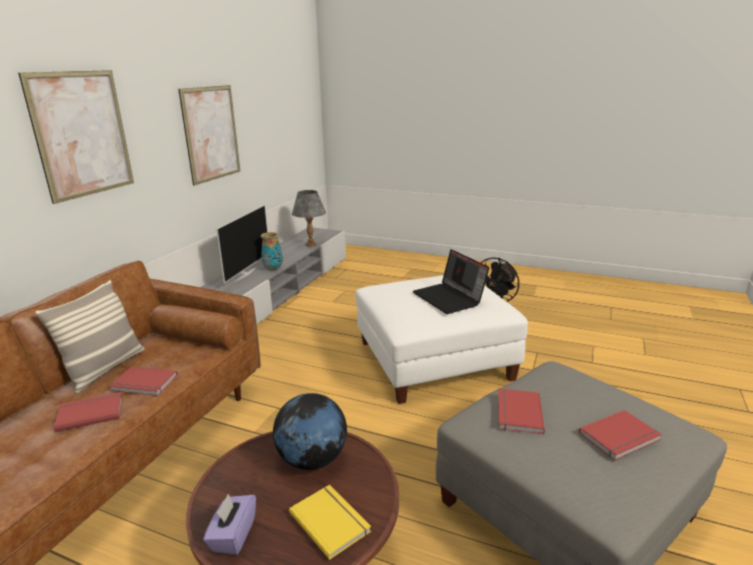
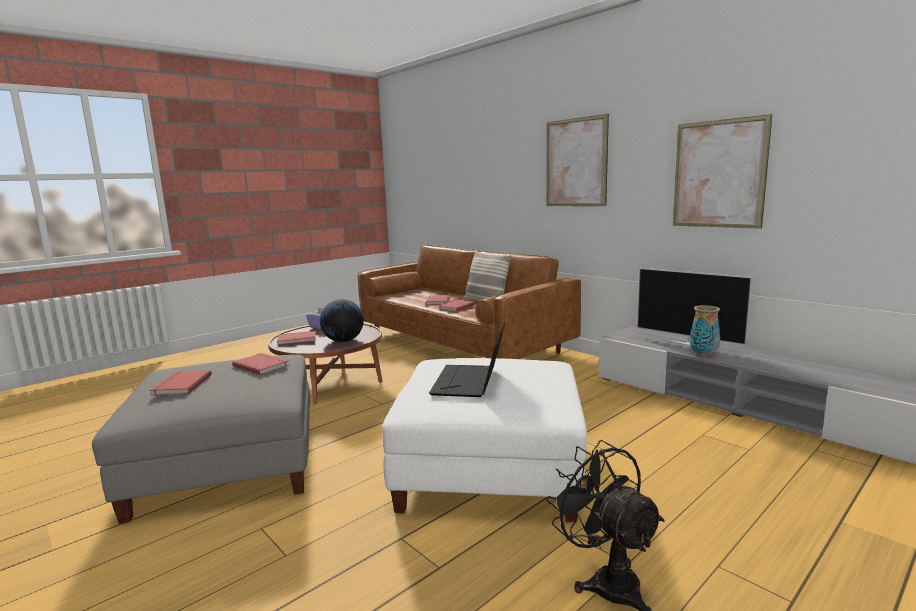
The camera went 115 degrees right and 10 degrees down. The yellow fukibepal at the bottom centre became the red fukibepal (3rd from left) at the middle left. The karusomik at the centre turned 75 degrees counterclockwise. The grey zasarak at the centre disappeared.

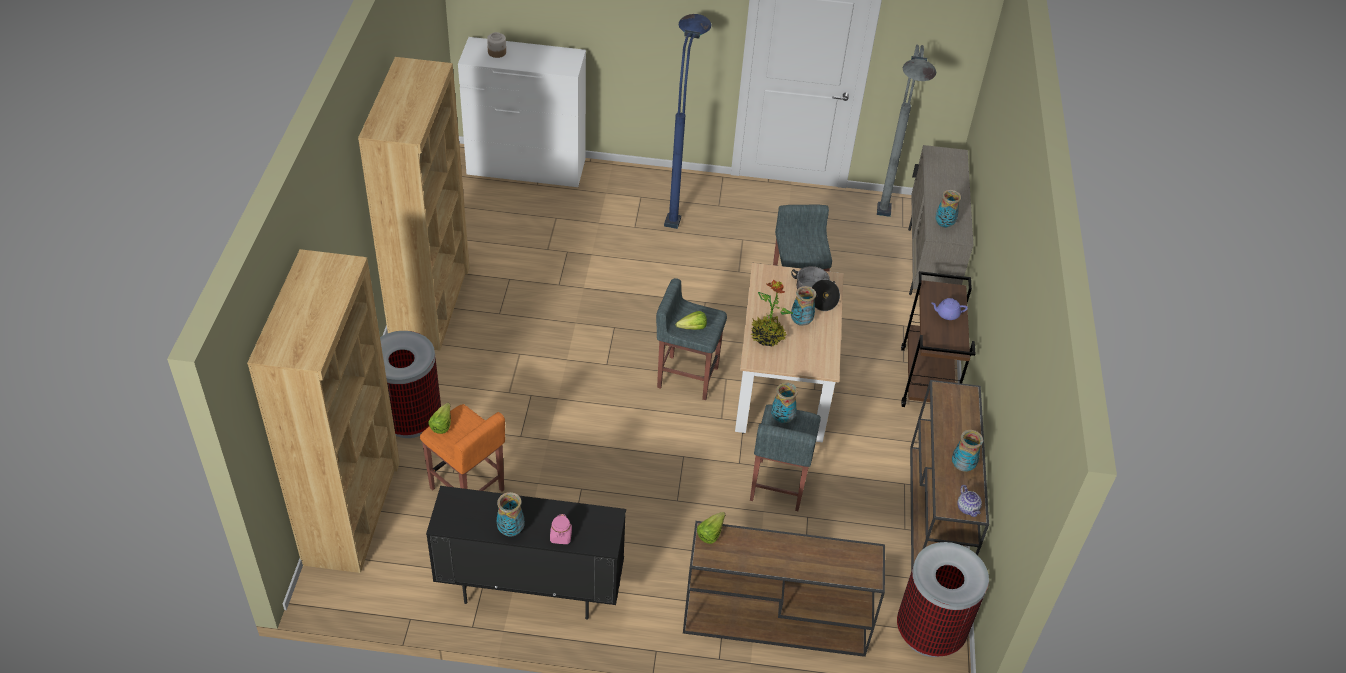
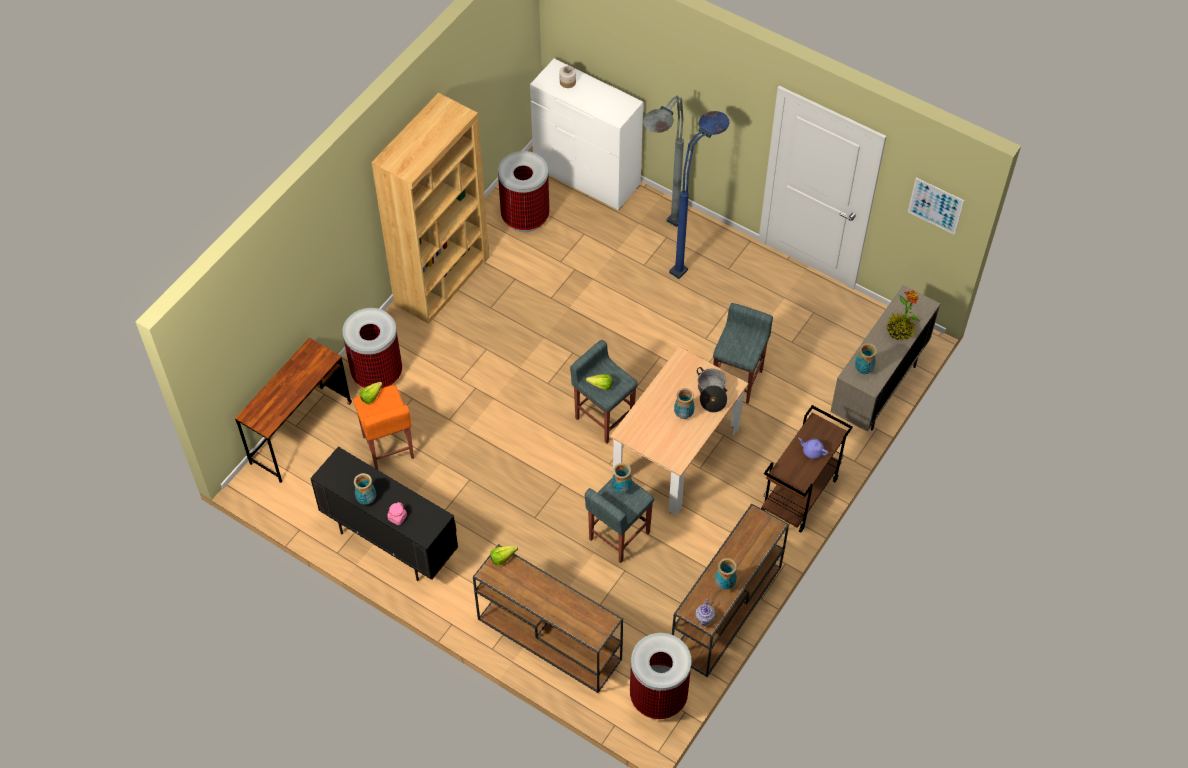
The camera went 30 degrees right and 10 degrees up. The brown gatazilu (1st from left) at the middle left was replaced by the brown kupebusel at the middle left. The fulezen (2nd from left) at the top centre appeared. The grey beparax moved from the top right to the top centre. The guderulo moved from the centre to the middle right. The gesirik at the top right appeared.

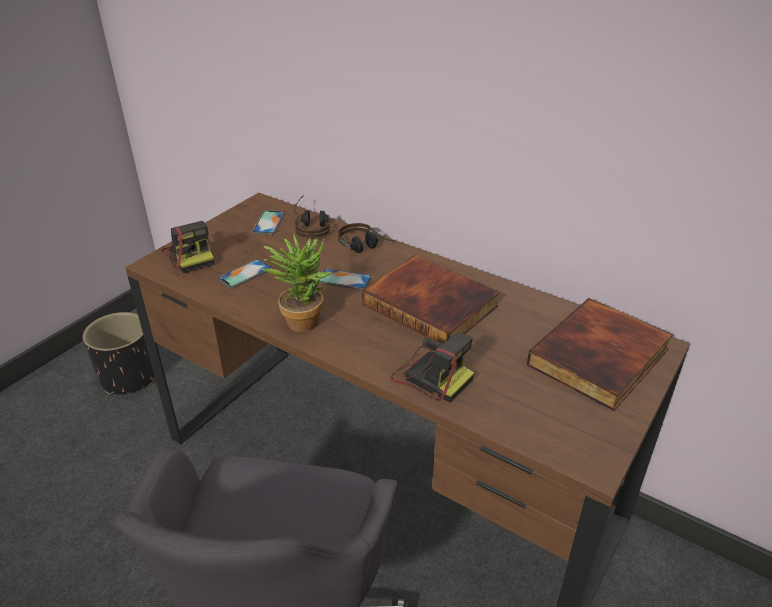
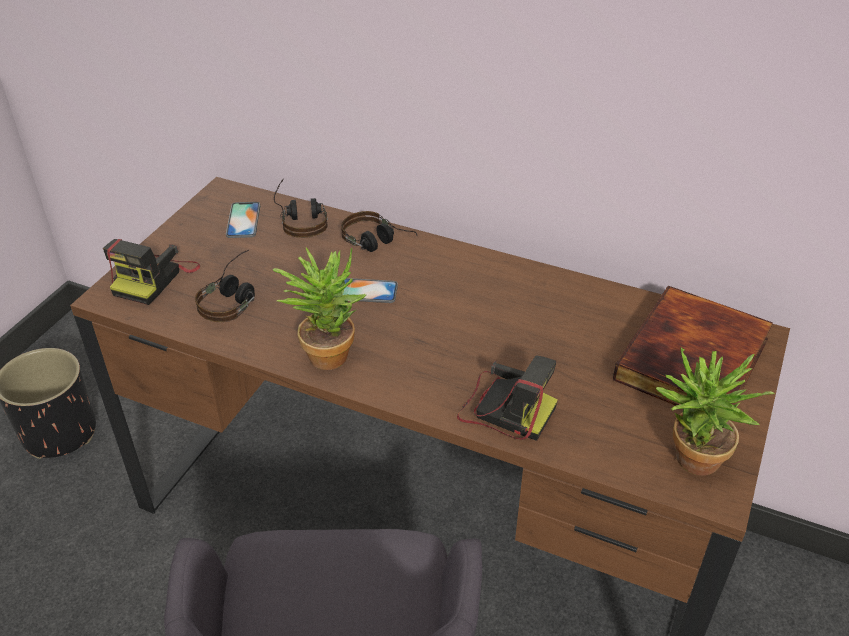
The camera went 10 degrees left and 5 degrees up. The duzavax (1st from left) at the middle left turned 60 degrees clockwise. The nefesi (1st from left) at the middle left was replaced by the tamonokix (1st from left) at the middle left. The guderulo (2nd from left) at the middle right appeared. The fukibepal (1st from left) at the centre disappeared.

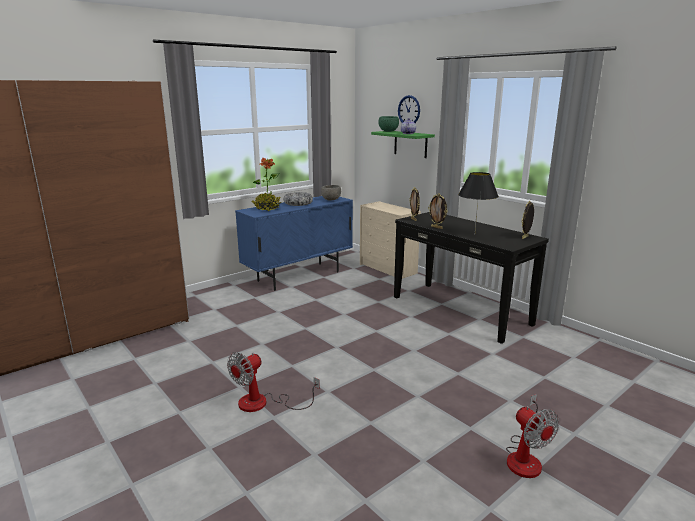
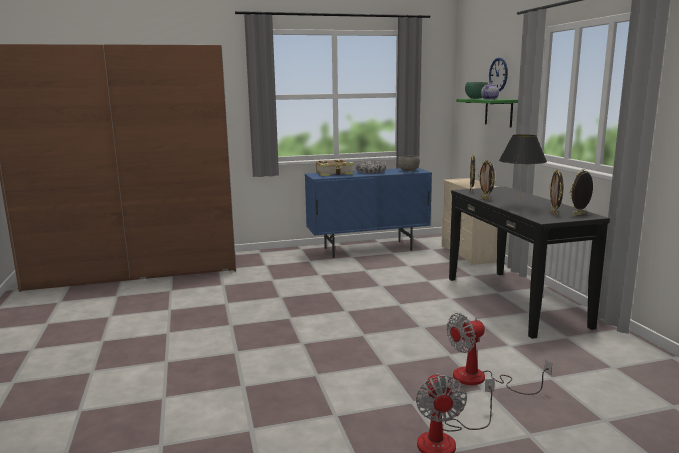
The camera went 25 degrees right and 5 degrees down. The guderulo at the centre was replaced by the fukibepal at the centre. The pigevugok (1st from left in the first image) moved from the bottom centre to the bottom right. The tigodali (3rd from left) at the middle right appeared.

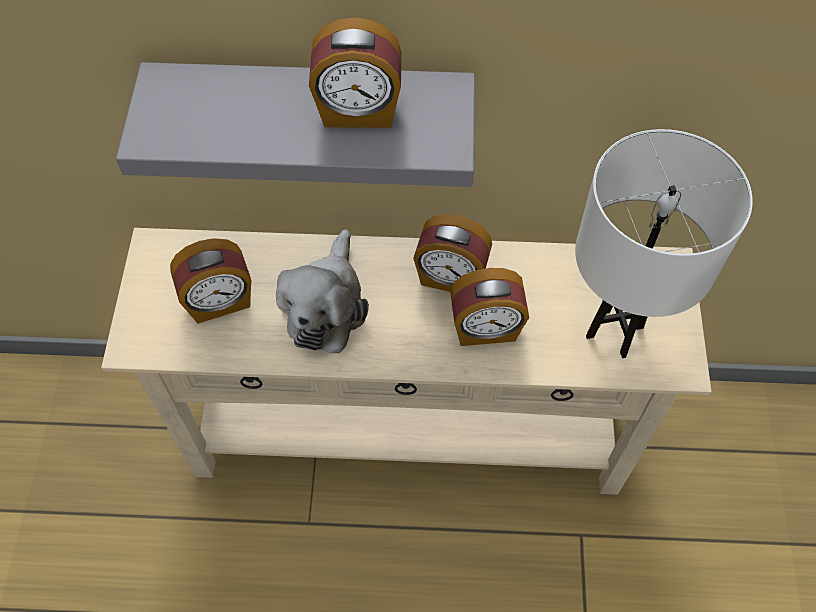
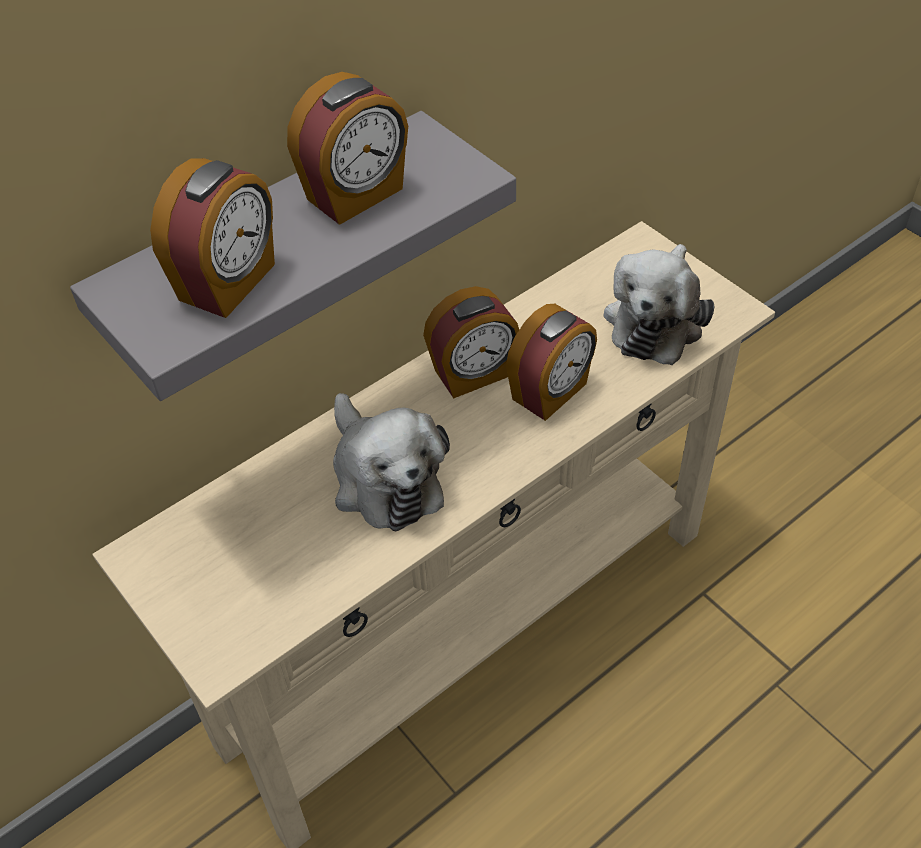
The camera went 40 degrees left and 10 degrees down. The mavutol (1st from left) moved from the middle left to the top left. The white zasarak at the middle right was replaced by the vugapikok (2nd from left) at the middle right.

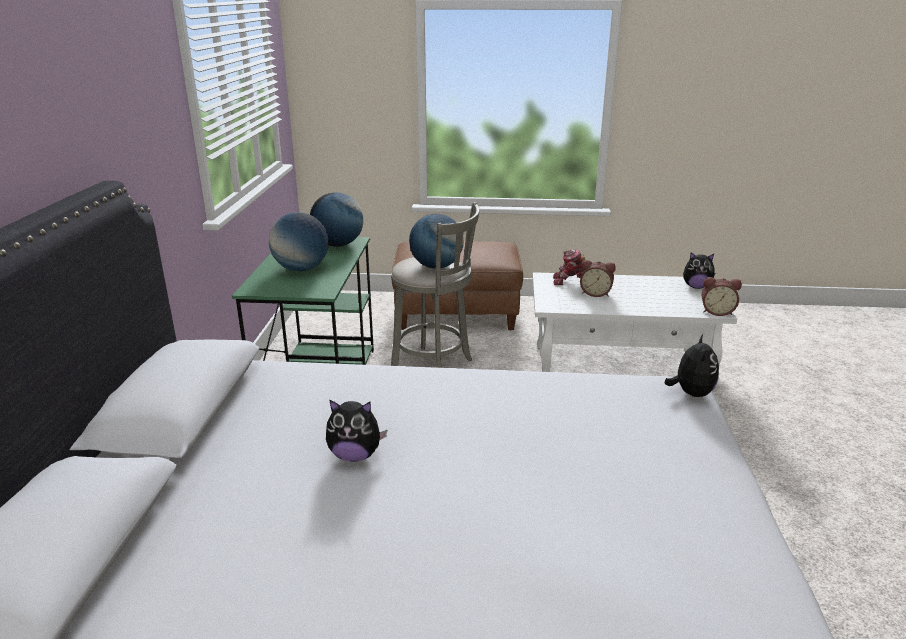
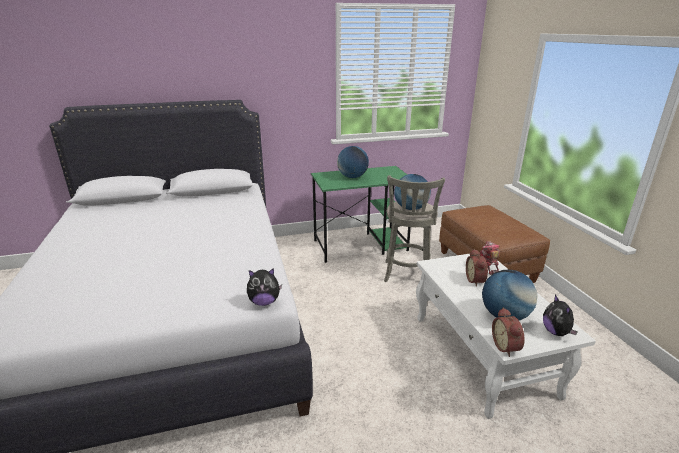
The camera went 70 degrees right and 0 degrees up. The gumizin (2nd from left in the first image) moved from the centre to the middle right. The vugapikok (1st from left) at the bottom centre disappeared.

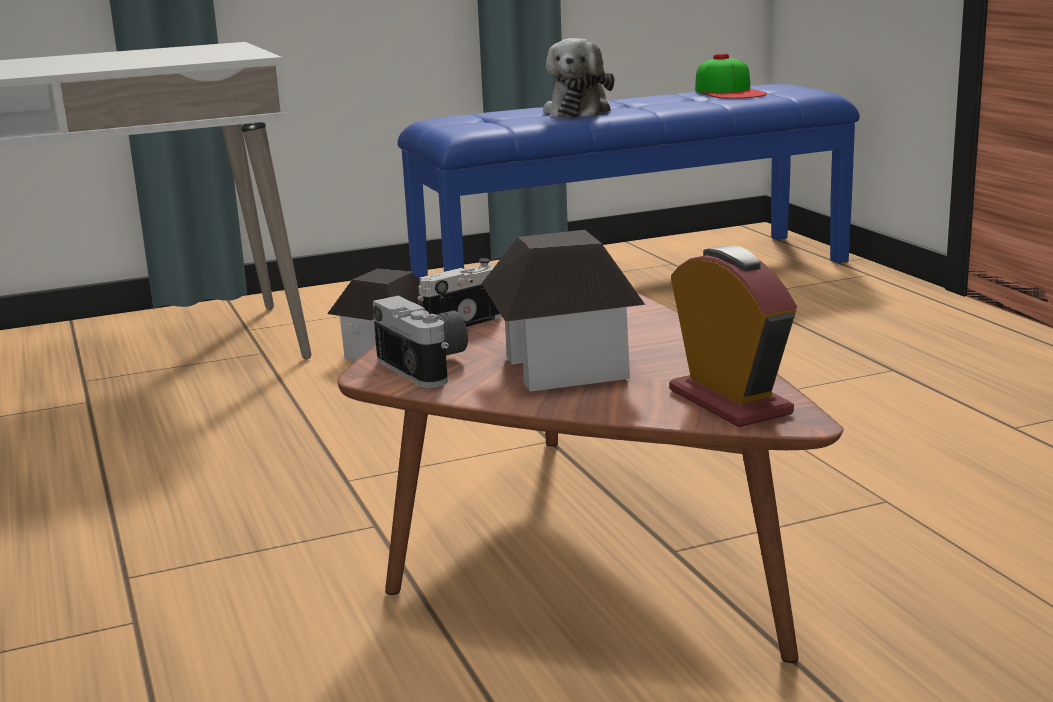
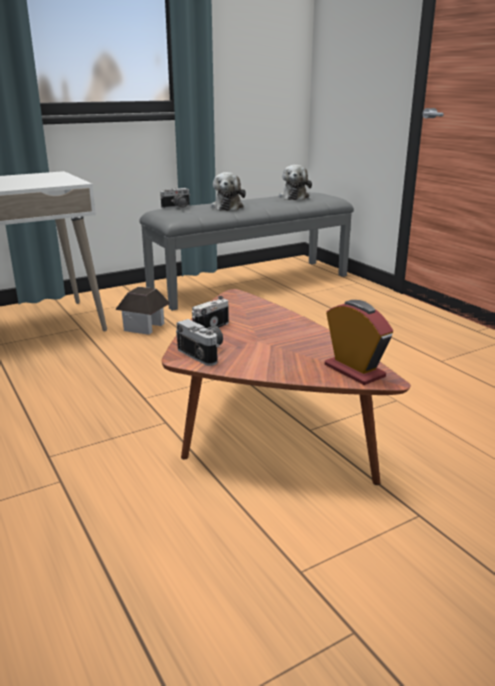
The camera went 10 degrees left and 5 degrees up. The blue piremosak at the top centre became the grey piremosak at the centre. The duzavax (1st from left) at the top centre appeared. The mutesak at the top right was replaced by the vugapikok (2nd from left) at the top centre. The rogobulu (2nd from left) at the centre disappeared.

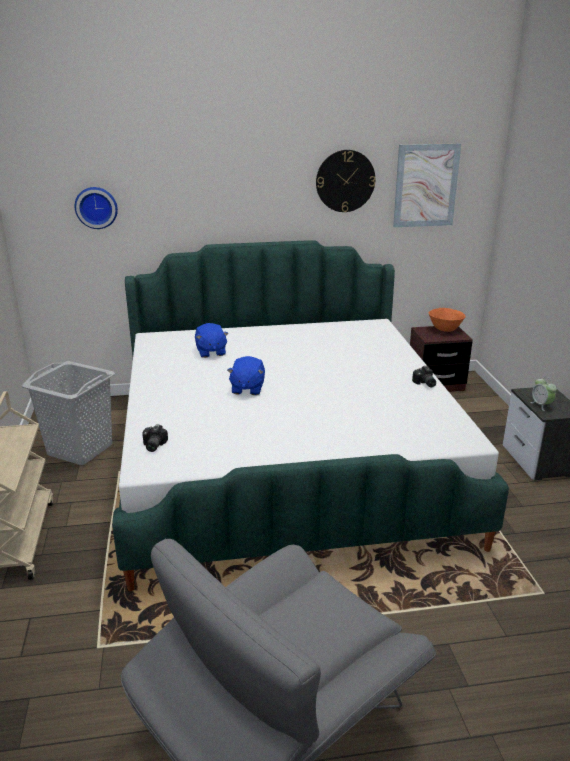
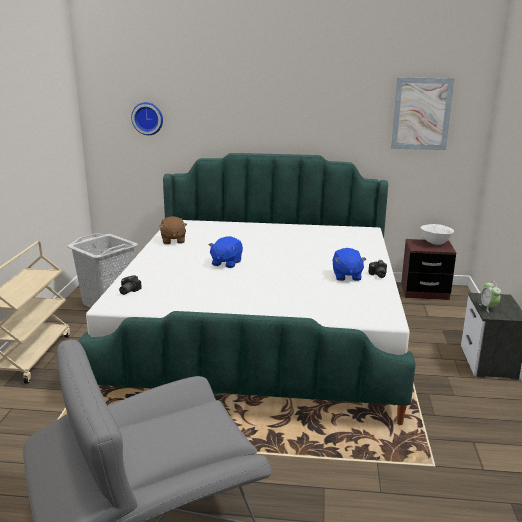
The camera went 15 degrees right and 5 degrees down. The brown vugapikok at the middle left appeared. The blue vugapikok (1st from left in the first image) moved from the centre to the middle right. The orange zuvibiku at the middle right became the white zuvibiku at the middle right. The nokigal (2nd from left) at the top centre disappeared.

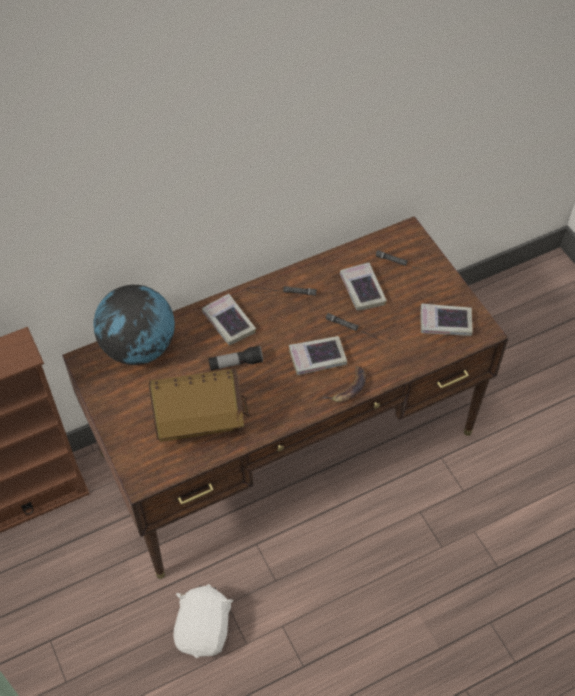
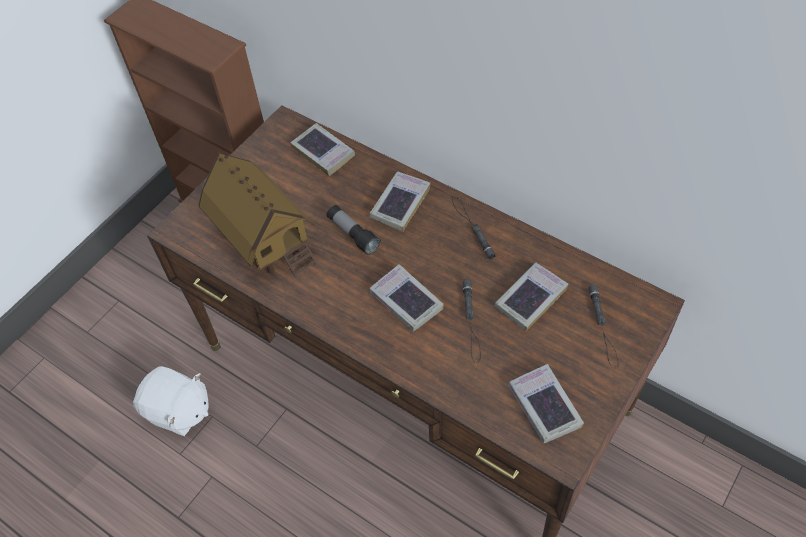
The camera went 65 degrees right and 0 degrees up. The white vugapikok at the bottom centre turned 45 degrees clockwise. The gumizin at the middle left was replaced by the fukibepal (1st from left) at the top centre. The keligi at the centre disappeared.

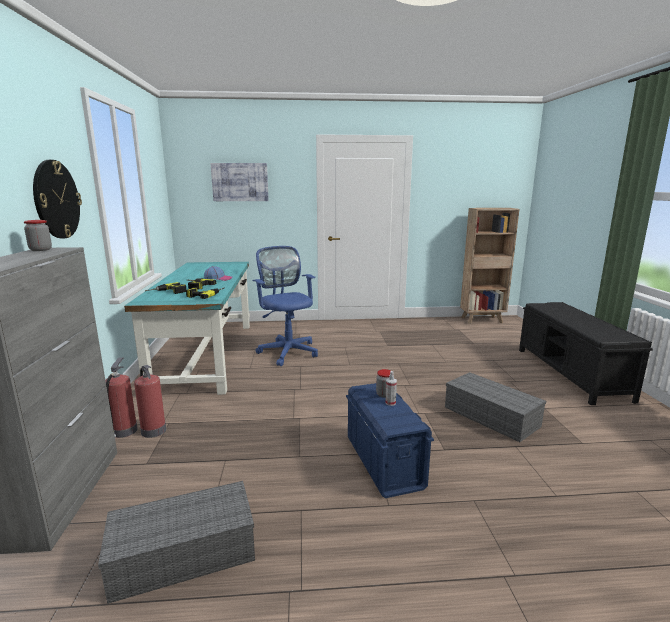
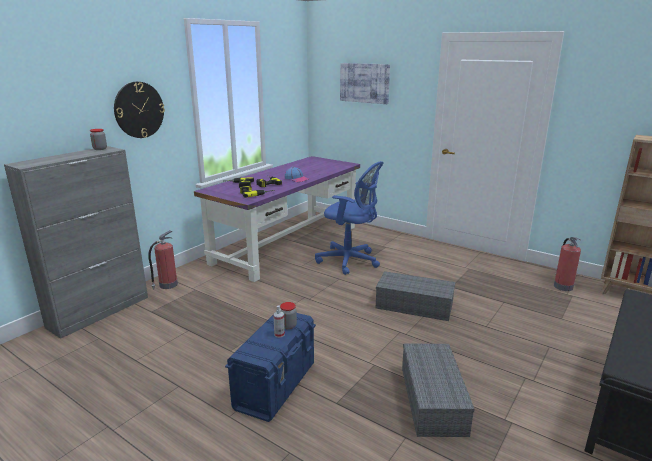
The camera went 40 degrees right and 5 degrees up. The turquoise kupebusel at the middle left became the purple kupebusel at the centre. The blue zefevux at the centre turned 105 degrees clockwise. The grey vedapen (1st from left) moved from the bottom left to the centre. The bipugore (2nd from left) moved from the middle left to the middle right.

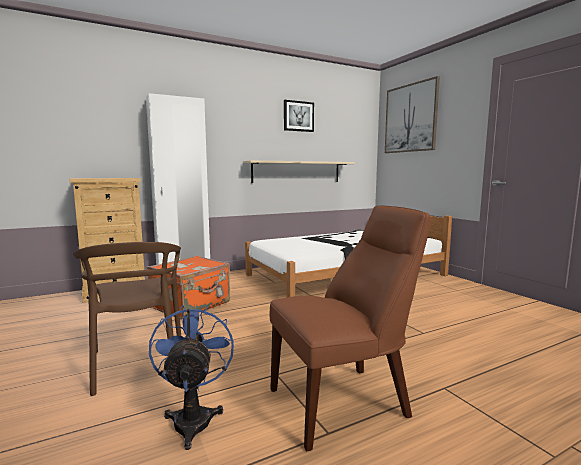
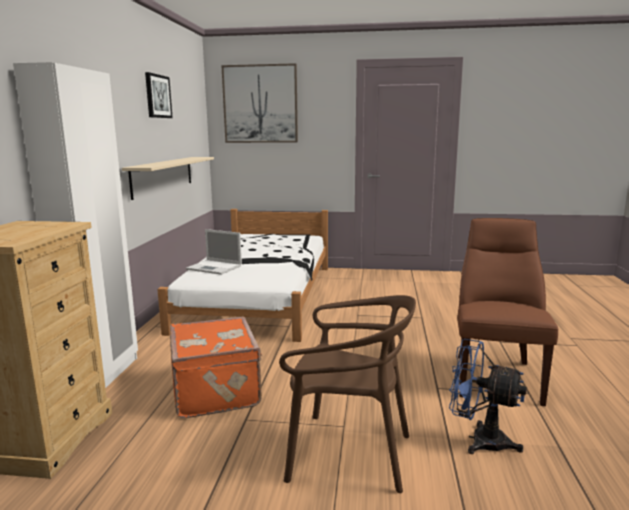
The camera went 55 degrees left and 5 degrees up. The karusomik at the centre appeared.

